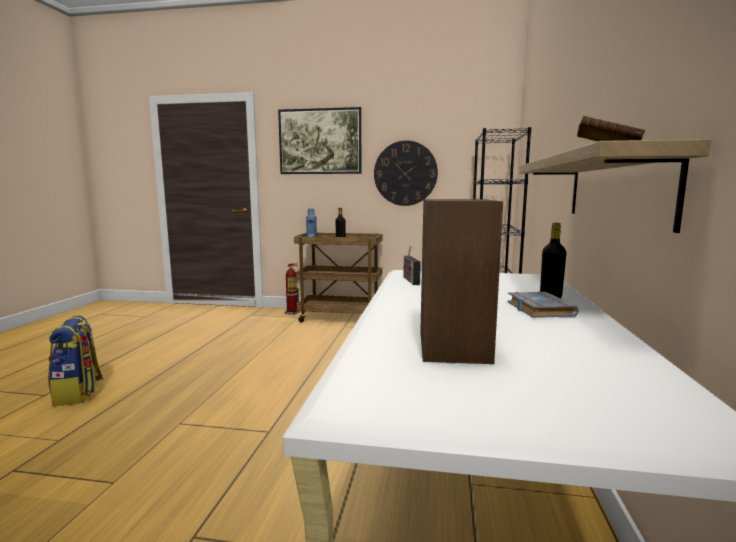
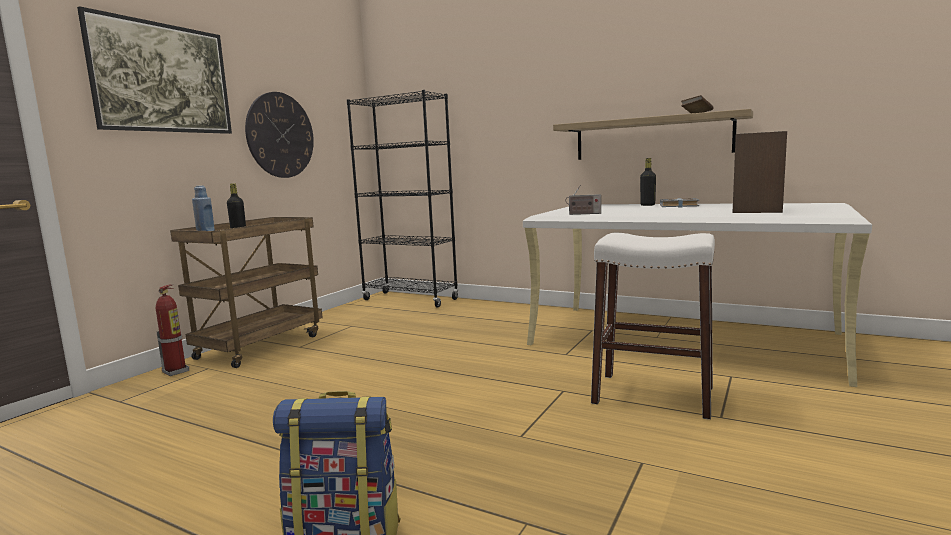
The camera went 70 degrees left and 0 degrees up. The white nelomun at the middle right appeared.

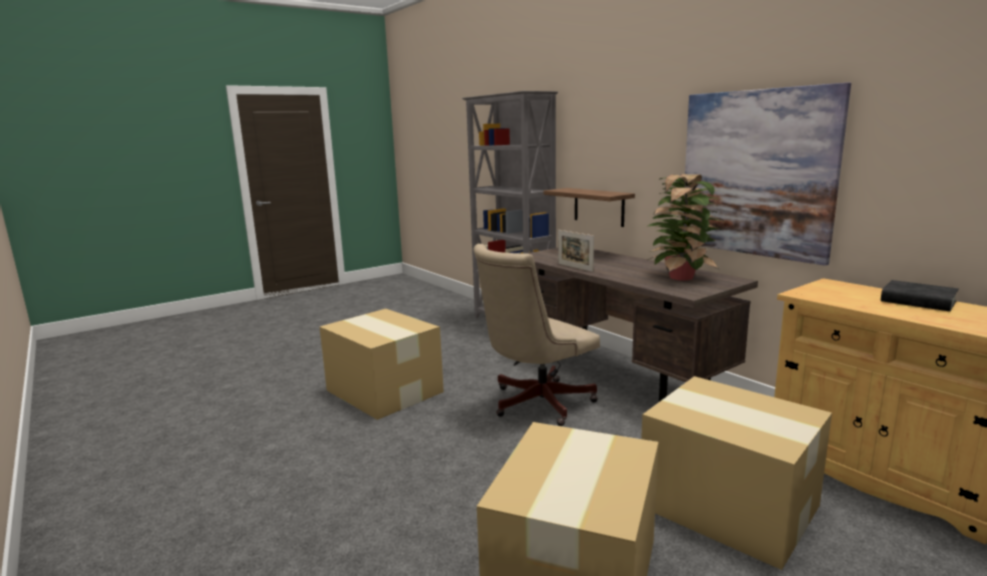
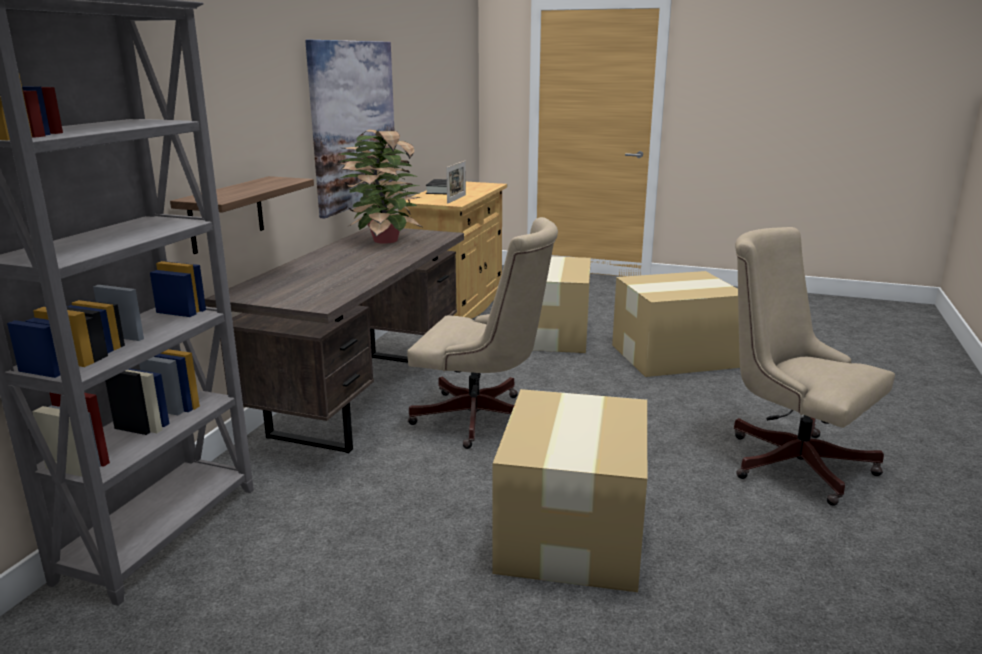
The camera went 125 degrees left and 5 degrees up. The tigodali moved from the centre to the top centre. The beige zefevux (2nd from left) at the middle right appeared.

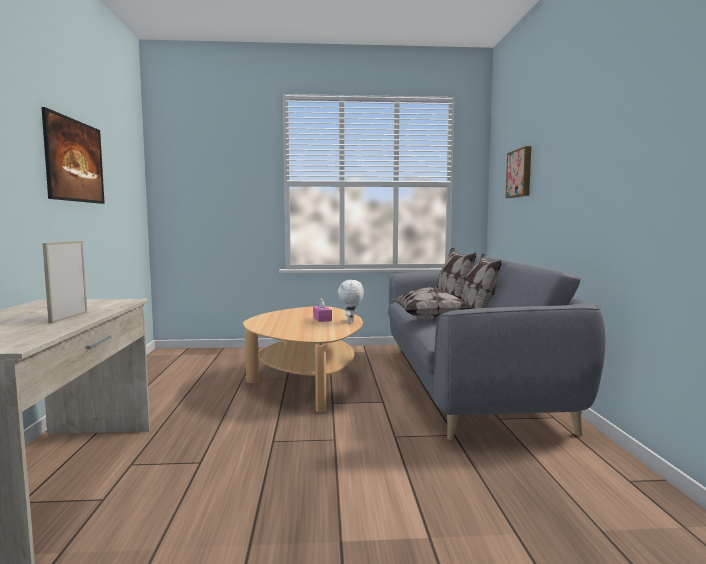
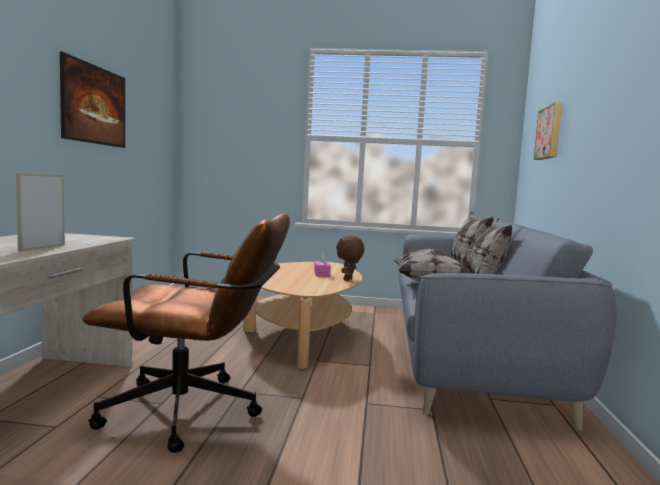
The camera went 10 degrees right and 0 degrees up. The brown zefevux at the bottom left appeared. The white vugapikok at the centre became the brown vugapikok at the centre.

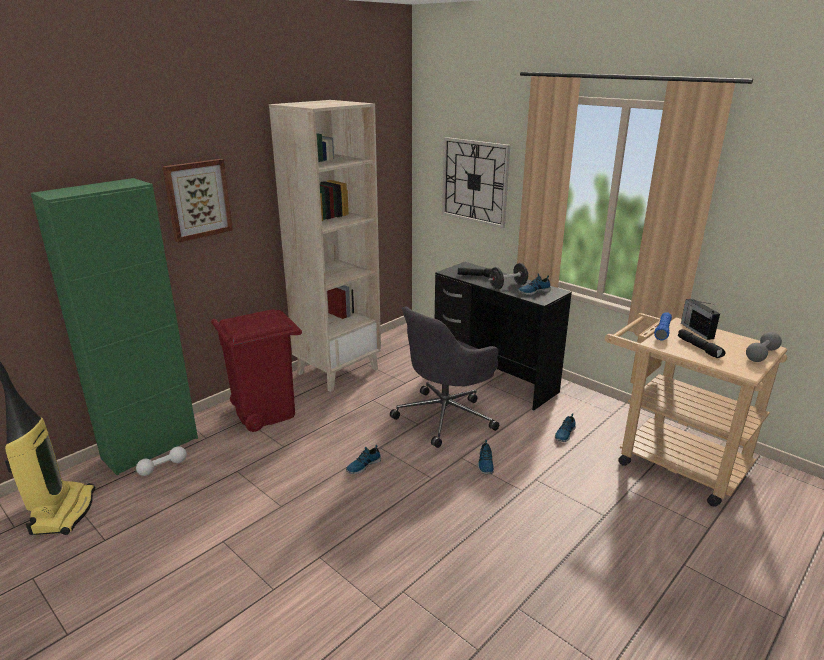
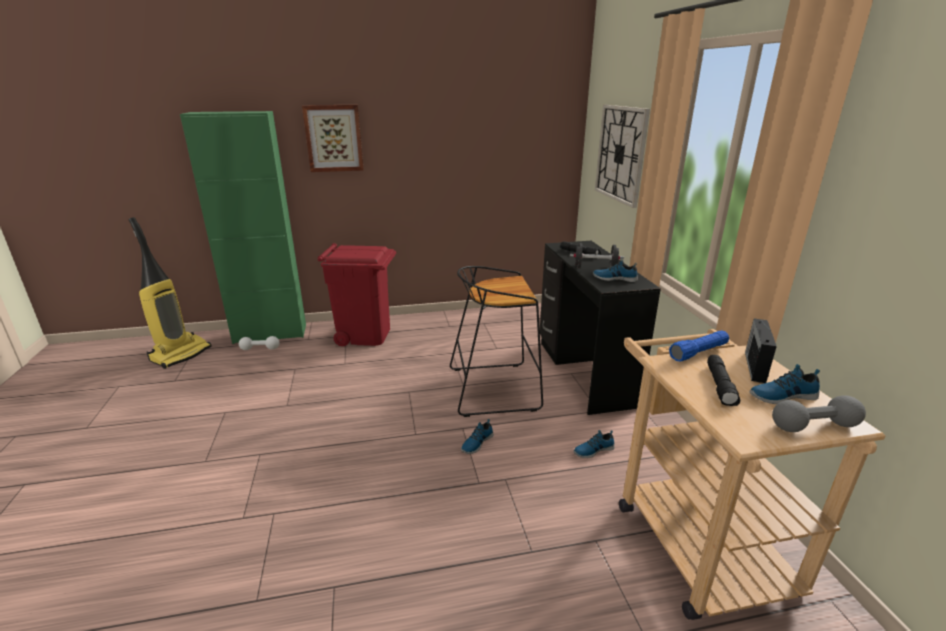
The camera went 35 degrees right and 0 degrees up. The grey zefevux at the centre was replaced by the black nelomun at the centre. The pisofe (1st from left in the first image) moved from the bottom centre to the middle right. The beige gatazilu at the centre disappeared.

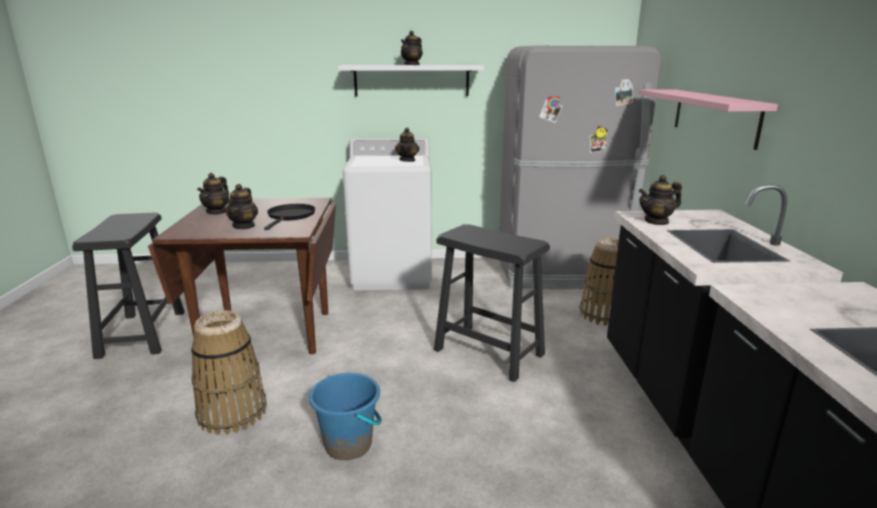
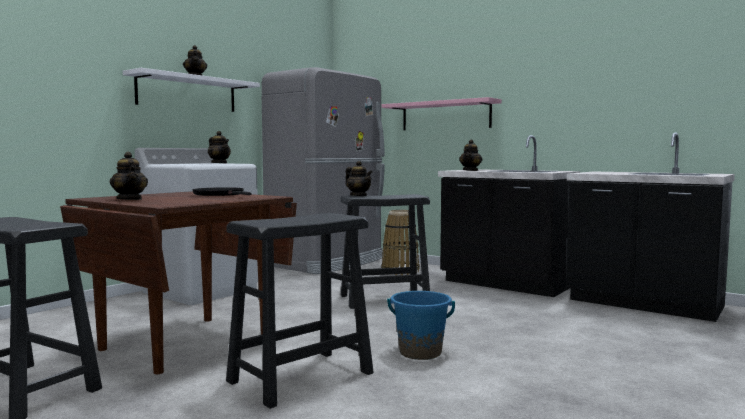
The camera went 50 degrees left and 15 degrees down. The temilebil (1st from left) at the bottom left was replaced by the black nelomun (2nd from left) at the bottom centre. The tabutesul (2nd from left in the first image) moved from the middle left to the centre.

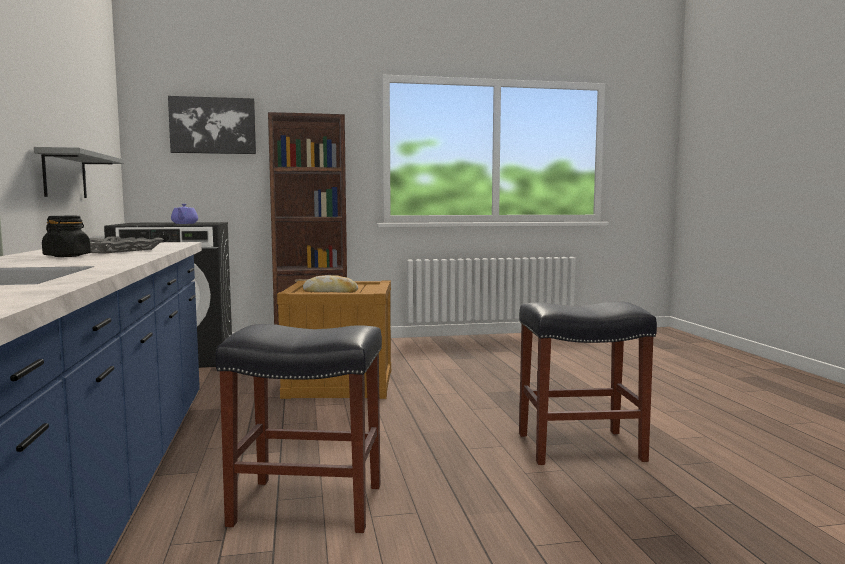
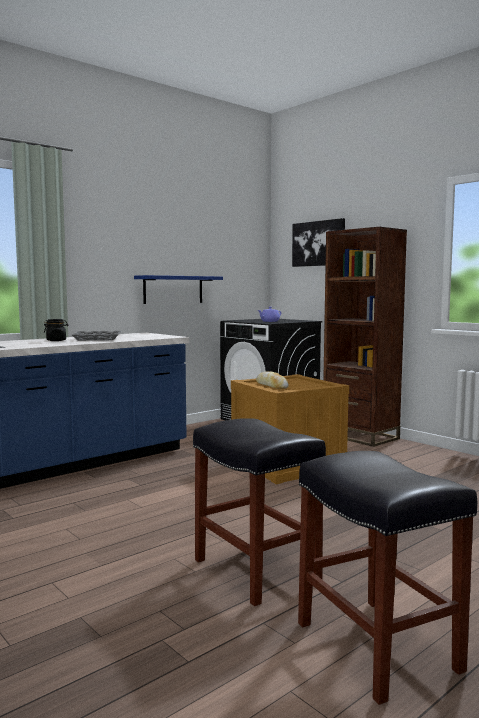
The camera went 60 degrees right and 0 degrees up. The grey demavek at the top left became the blue demavek at the centre. The black nelomun (1st from left in the first image) moved from the bottom centre to the bottom right.

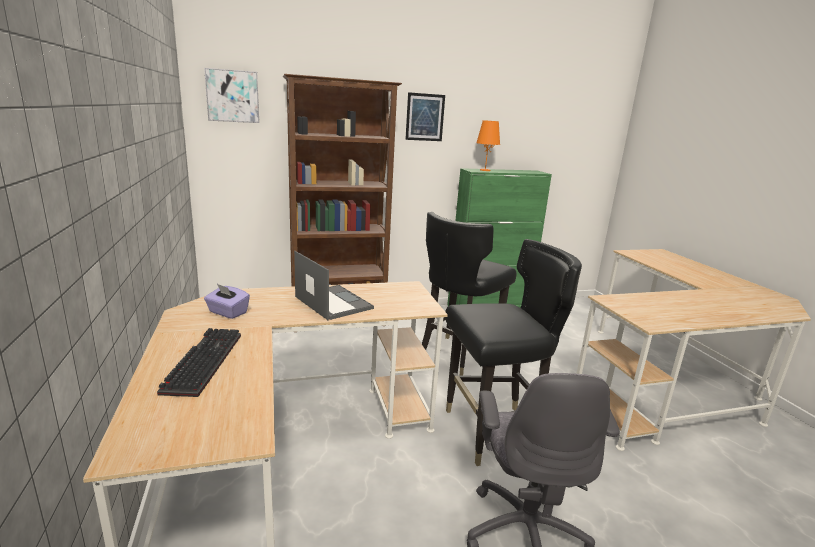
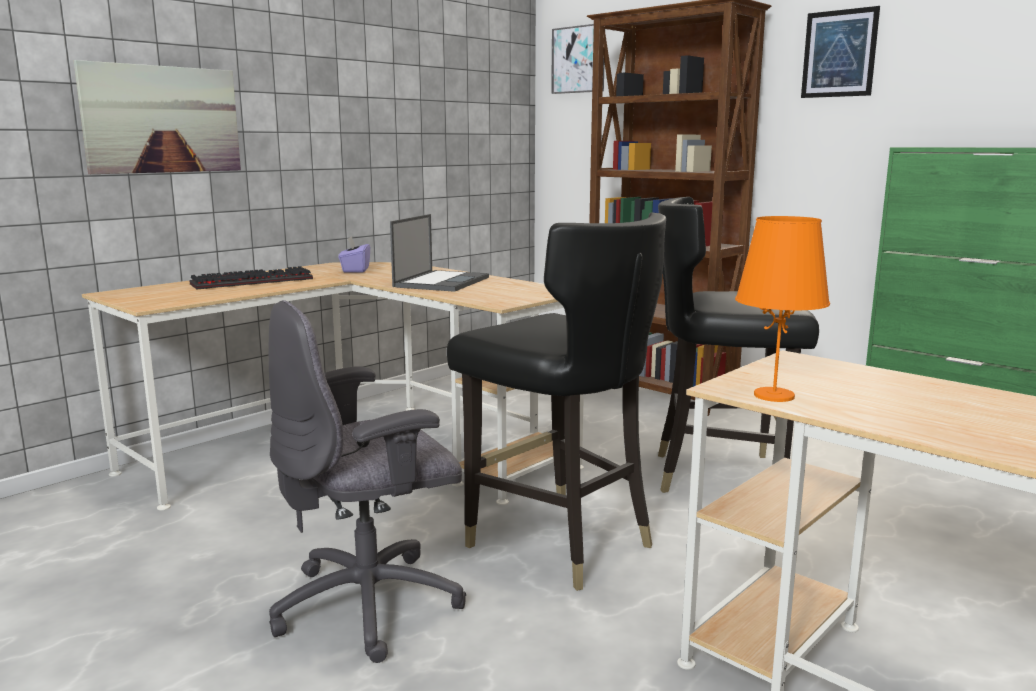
The camera went 60 degrees right and 5 degrees down. The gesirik (1st from left) at the top left appeared. The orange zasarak moved from the top centre to the middle right.

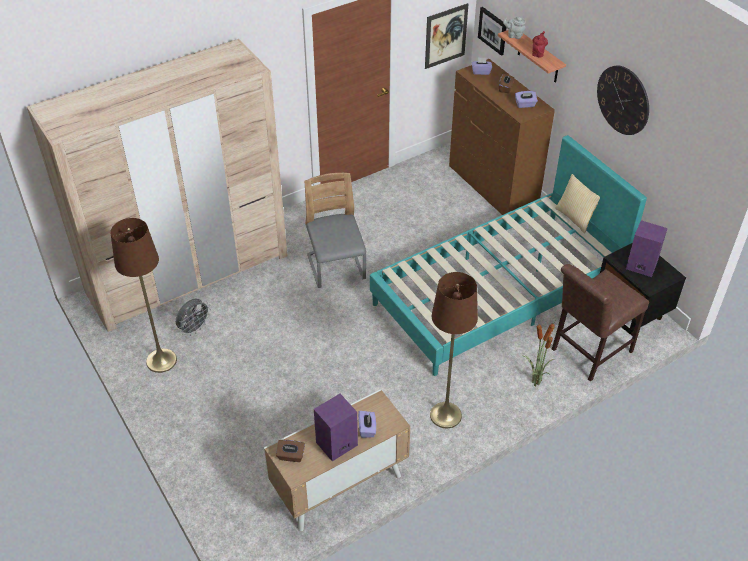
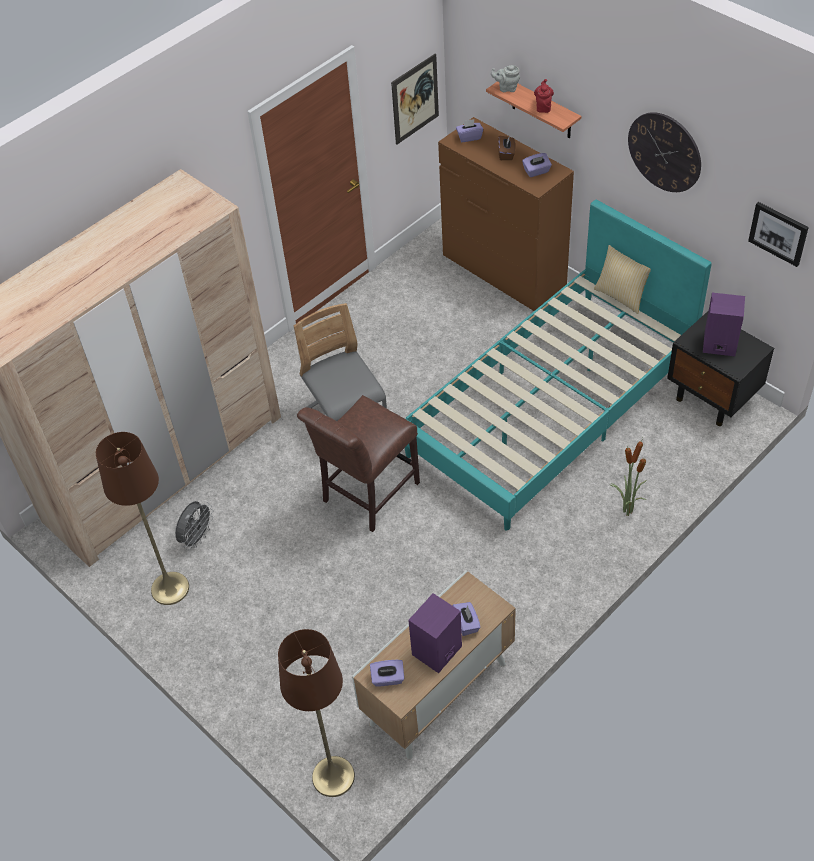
The camera went 10 degrees left and 5 degrees up. The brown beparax (2nd from left) moved from the centre to the bottom centre. The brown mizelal moved from the middle right to the centre. The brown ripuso (1st from left) at the bottom centre became the purple ripuso (1st from left) at the bottom centre. The gesirik (2nd from left) moved from the top centre to the top right.

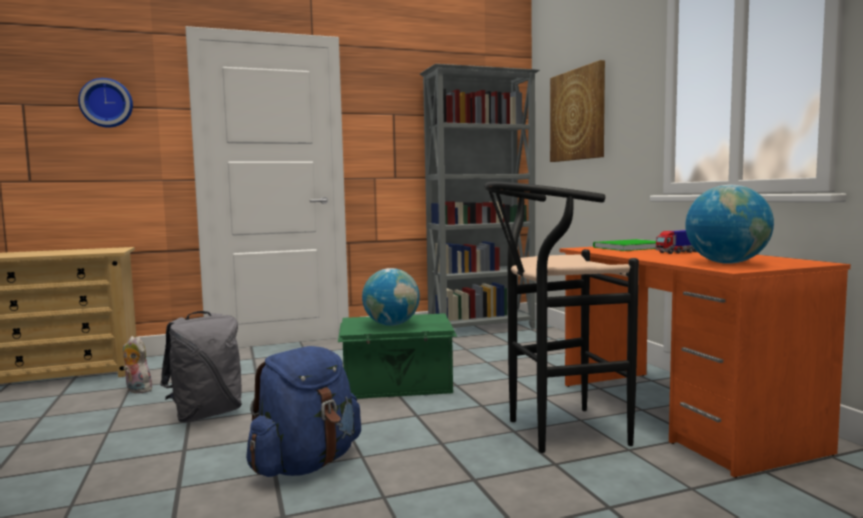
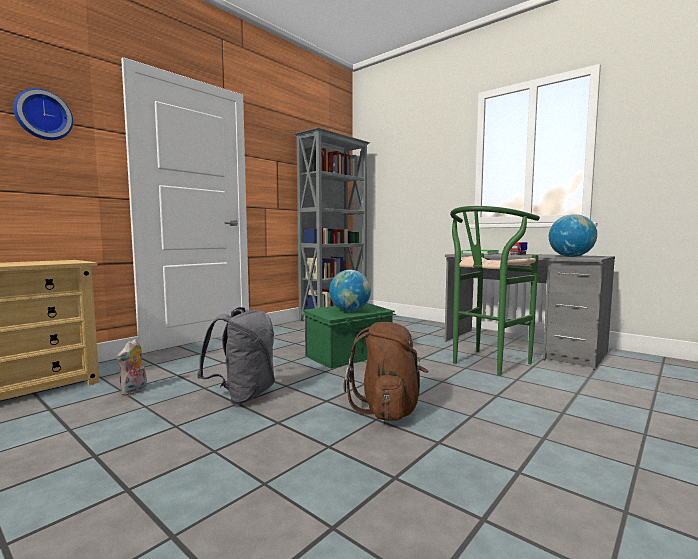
The camera went 30 degrees left and 0 degrees up. The vugapikok at the bottom left turned 75 degrees counterclockwise. The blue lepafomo at the bottom centre became the brown lepafomo at the centre. The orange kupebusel at the bottom right became the grey kupebusel at the middle right. The black nelomun at the centre became the green nelomun at the middle right. The gesirik at the top right disappeared.

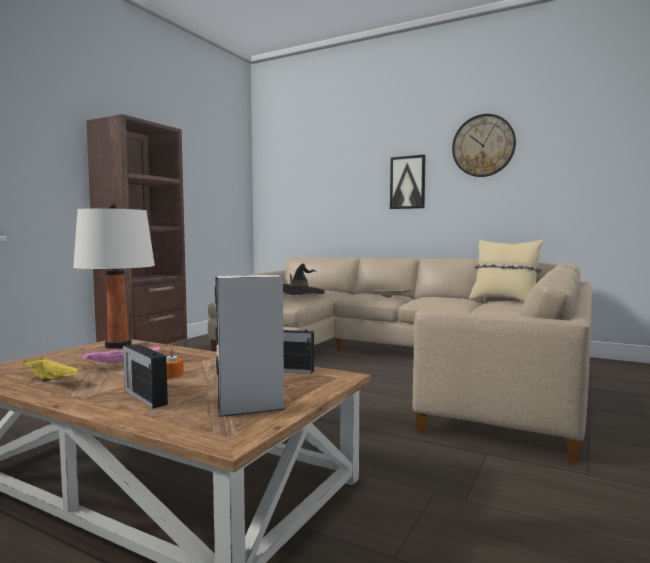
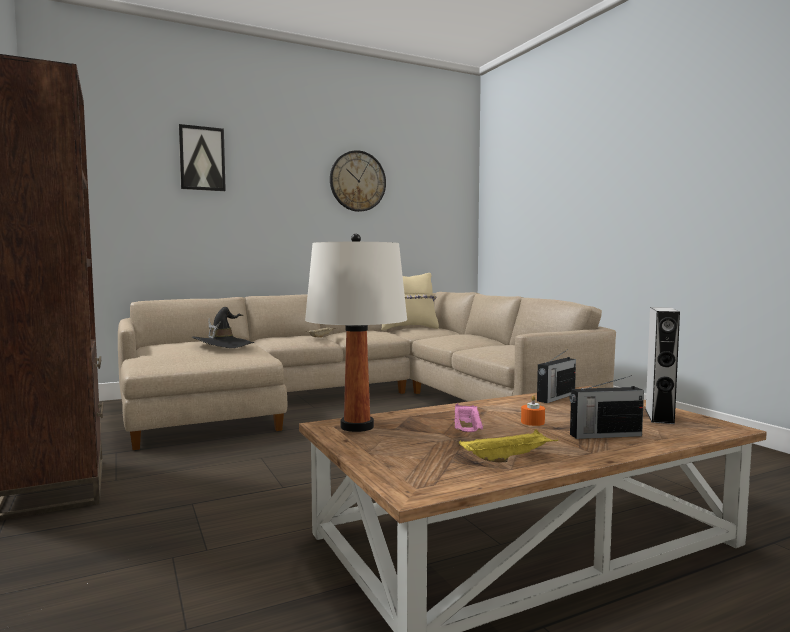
The camera went 55 degrees left and 0 degrees up. The gesirik moved from the top centre to the top left.

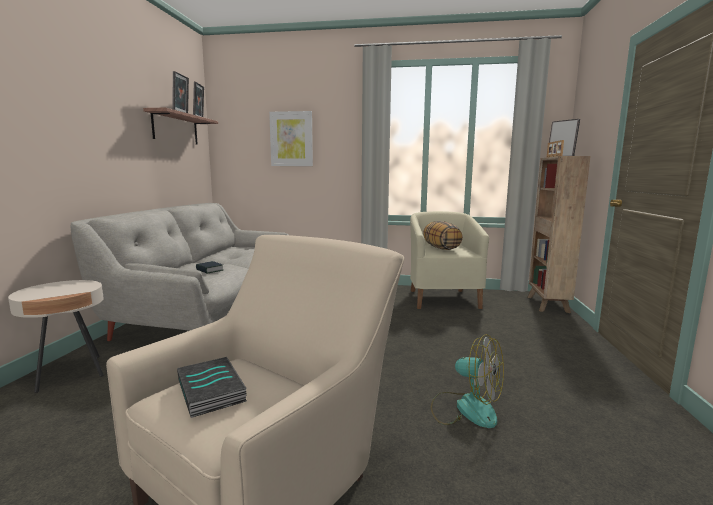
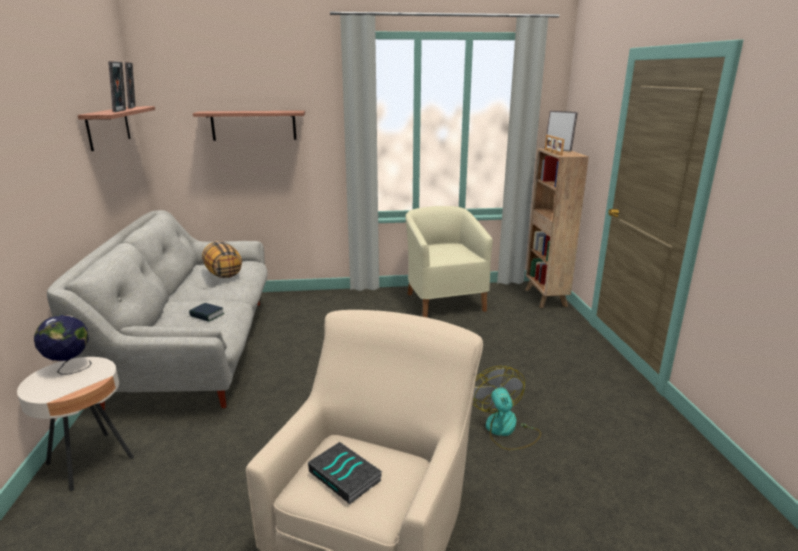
The camera went 15 degrees left and 10 degrees up. The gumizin at the middle left appeared. The gesirik at the top centre was replaced by the demavek (2nd from left) at the top left. The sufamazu moved from the centre to the middle left. The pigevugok at the bottom centre turned 120 degrees counterclockwise.

